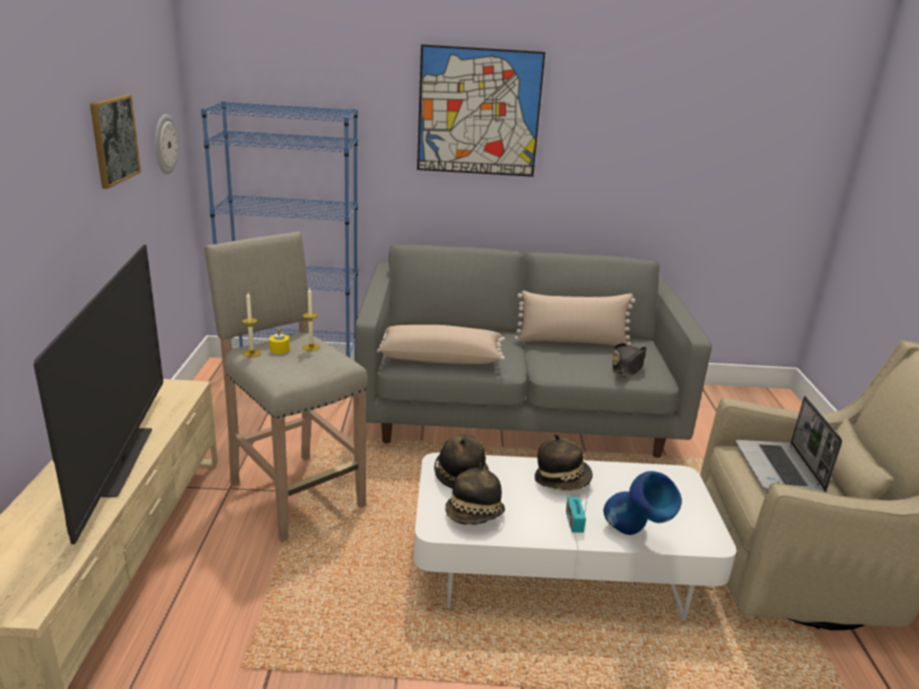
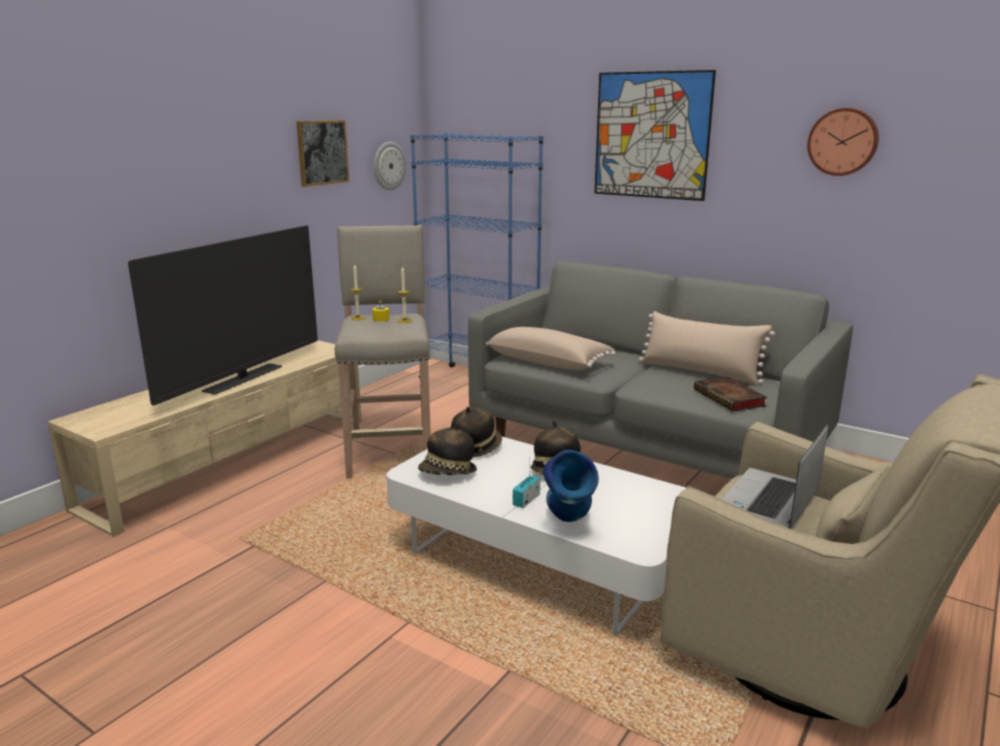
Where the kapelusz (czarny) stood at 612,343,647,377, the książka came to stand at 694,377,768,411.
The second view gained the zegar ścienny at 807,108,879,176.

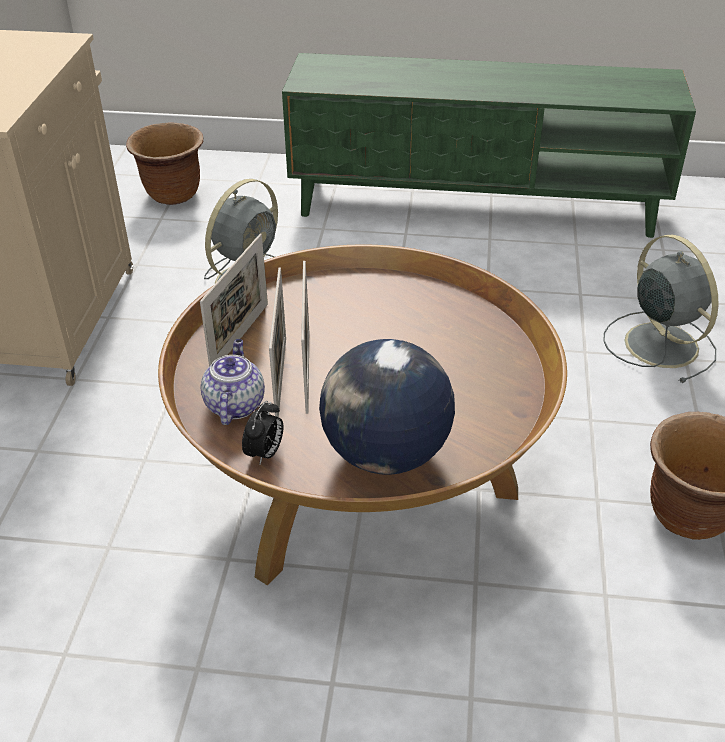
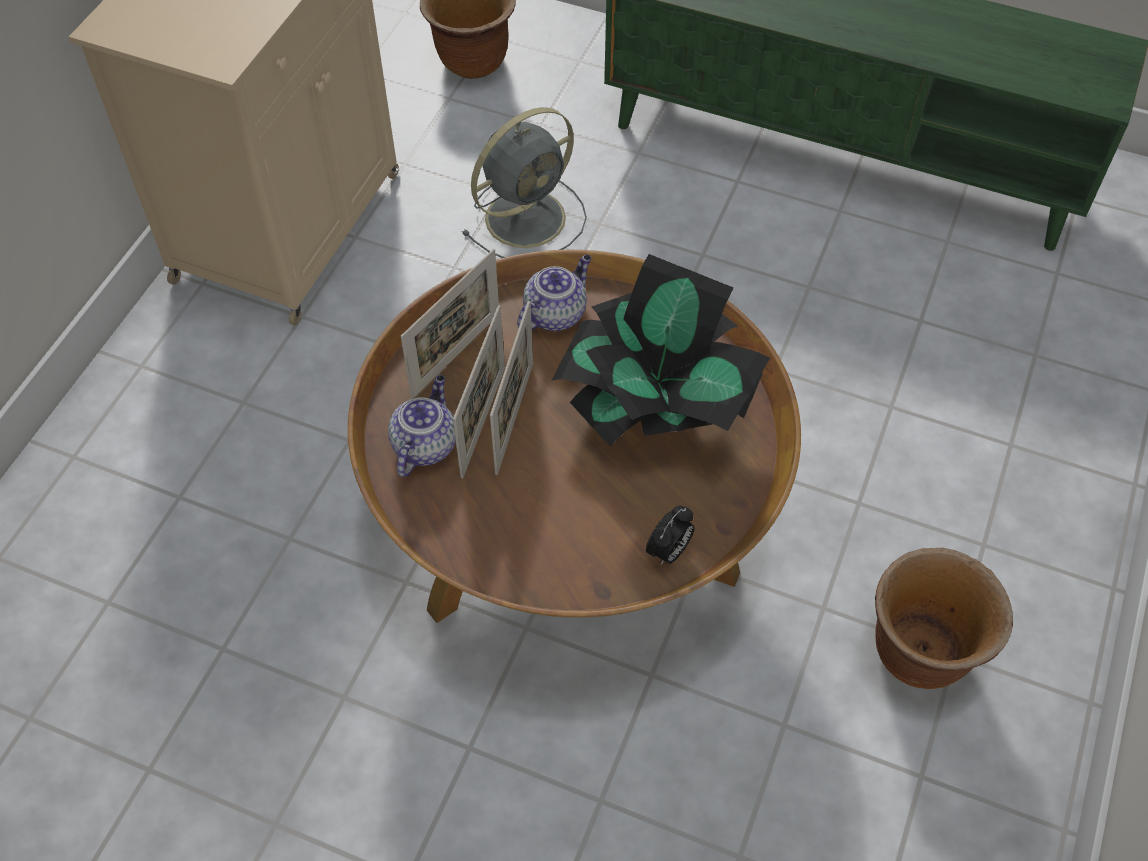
The second view gained the imbryk at 517,255,591,331.
The second view gained the roślina doniczkowa at 551,254,770,447.
The budzik ended up elsewhere, having gone from 242,401,283,464 to 646,506,695,565.
The second view lost the globus at 319,339,455,475.
The second view lost the wentylator (szary) at 603,235,719,383.

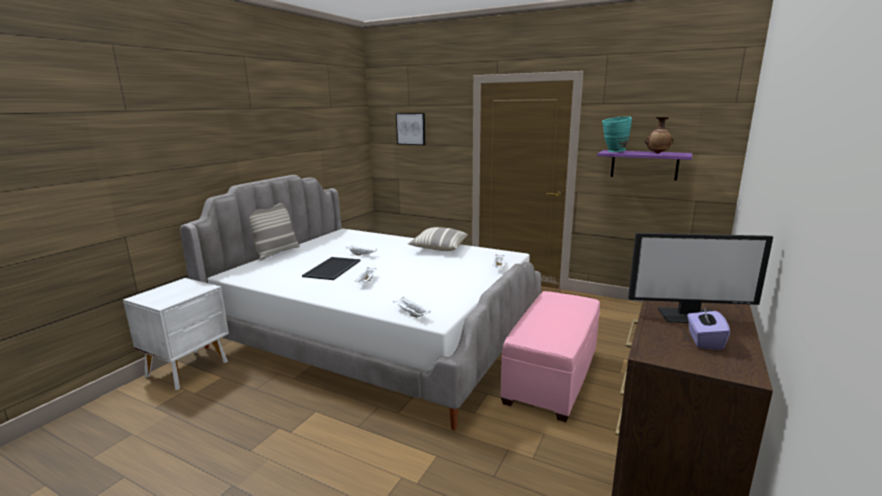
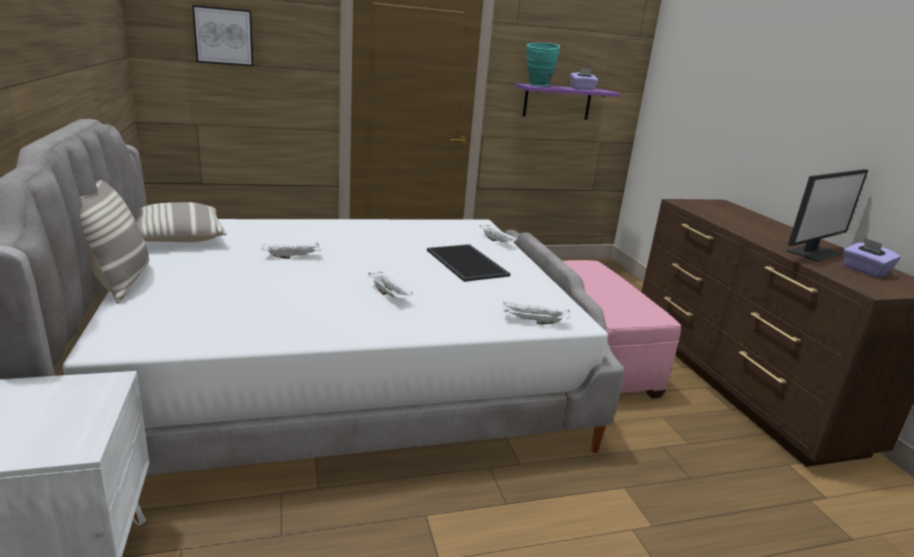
The poduszka ended up elsewhere, having gone from 408,227,468,251 to 134,202,227,242.
The taca ended up elsewhere, having gone from 302,257,361,280 to 427,244,511,282.
Where the wazon stood at 645,117,674,154, the pudełko chusteczek (fioletowy) came to stand at 570,68,598,90.

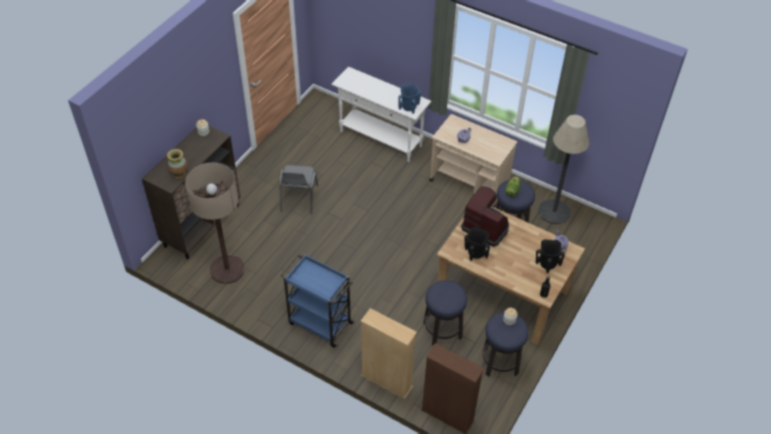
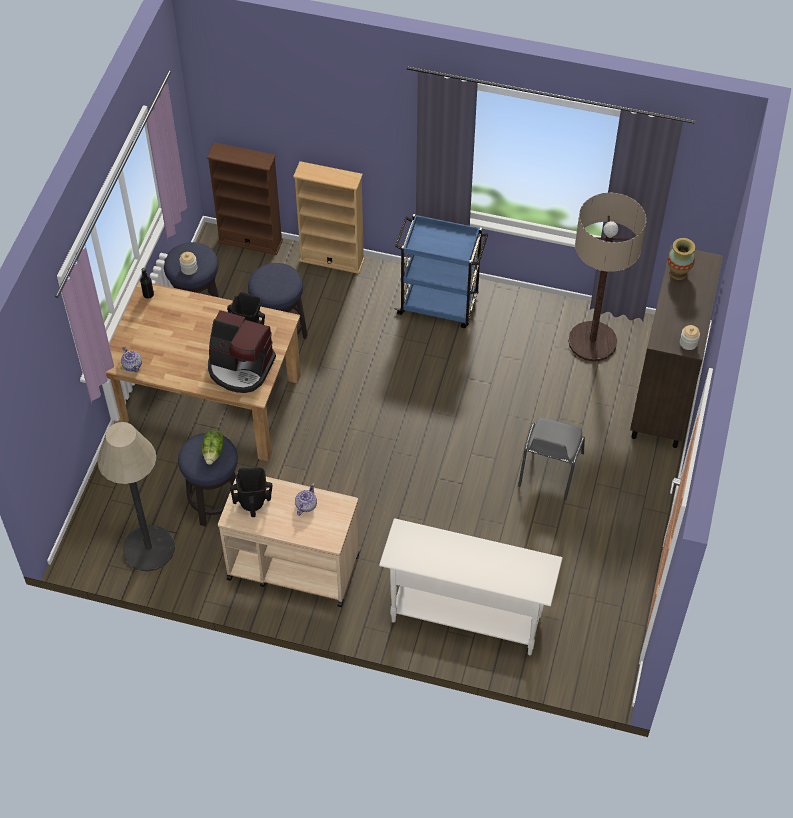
The wazon (czarny) ended up elsewhere, having gone from 536,239,565,273 to 230,467,272,517.
The krzesło (szary) at 279,165,318,214 ended up facing another way, 150 degrees counterclockwise from before.
The second view lost the wazon (niebieski) at 398,83,421,114.

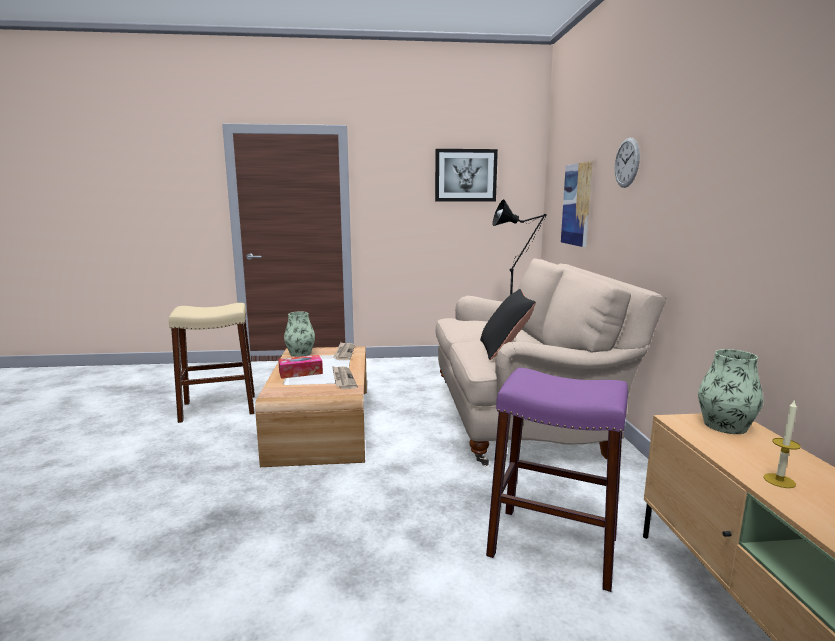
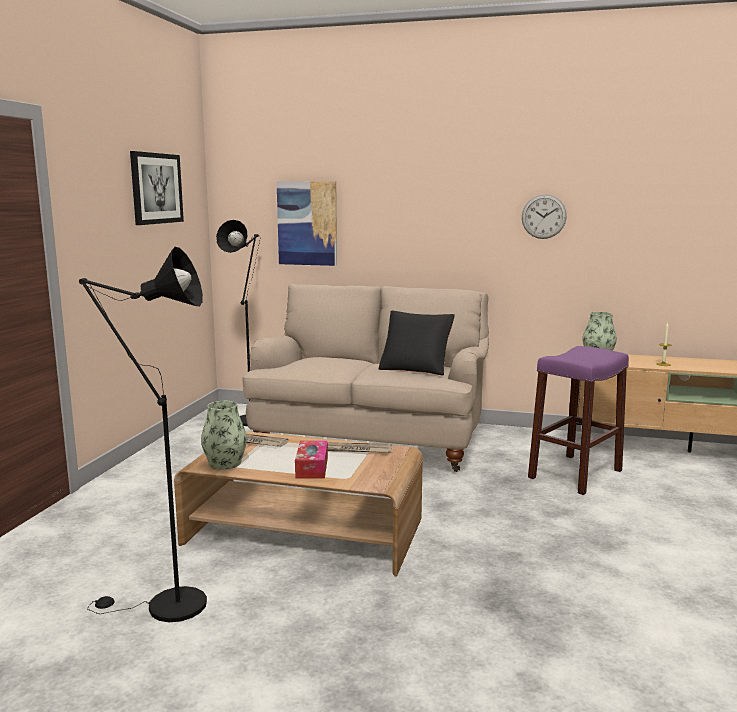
Where the stołek (beżowy) stood at 169,303,255,423, the lampa stojąca (czarny) came to stand at 79,247,207,622.
The zegar ścienny ended up elsewhere, having gone from 615,137,640,188 to 522,194,567,239.

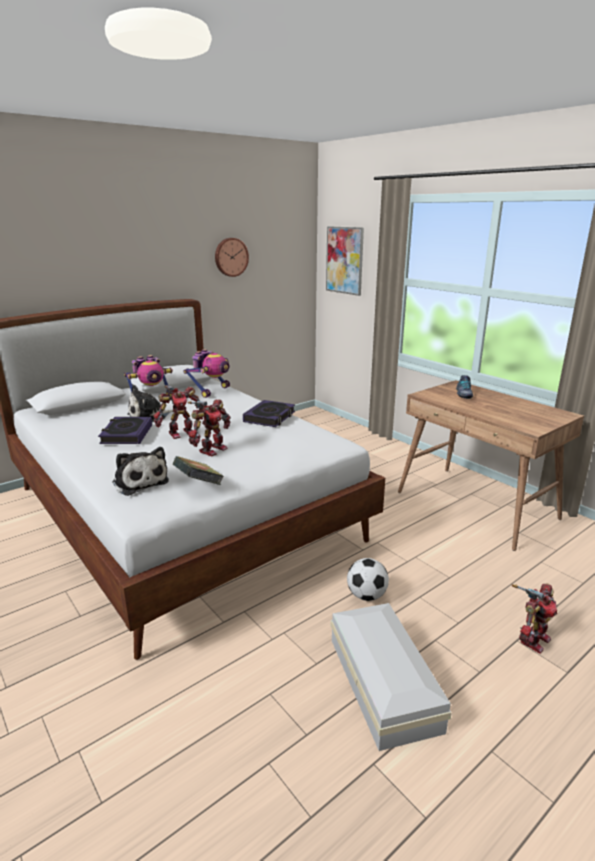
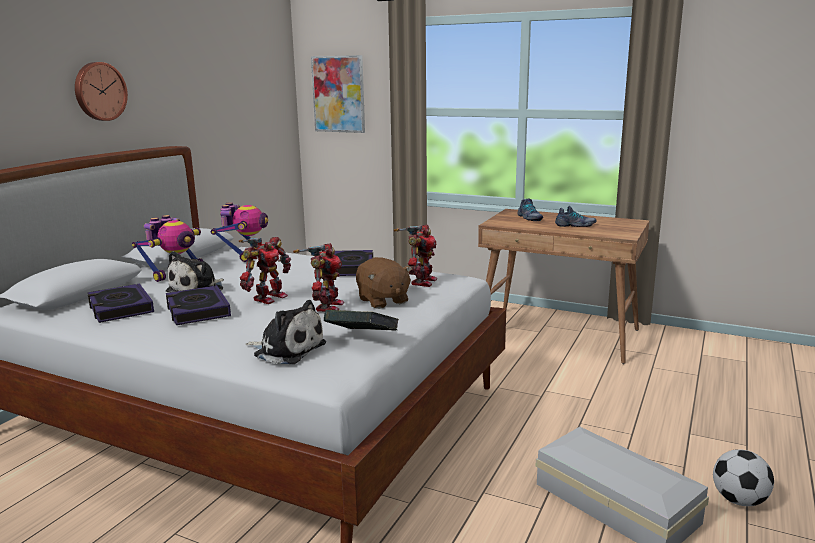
The zegar ścienny ended up elsewhere, having gone from 215,238,249,277 to 75,62,128,121.
The second view gained the książka at 88,284,154,323.
The second view gained the pluszak (brązowy) at 356,257,412,309.
The robot zabawkowy ended up elsewhere, having gone from 512,584,557,653 to 394,225,437,287.
The second view gained the but at 555,206,597,227.
The piłka futbolowa ended up elsewhere, having gone from 347,558,389,601 to 713,449,774,506.

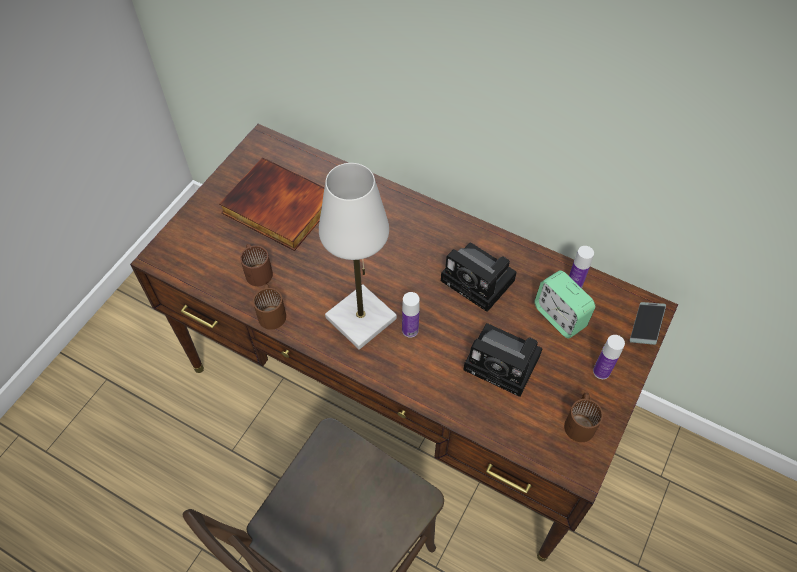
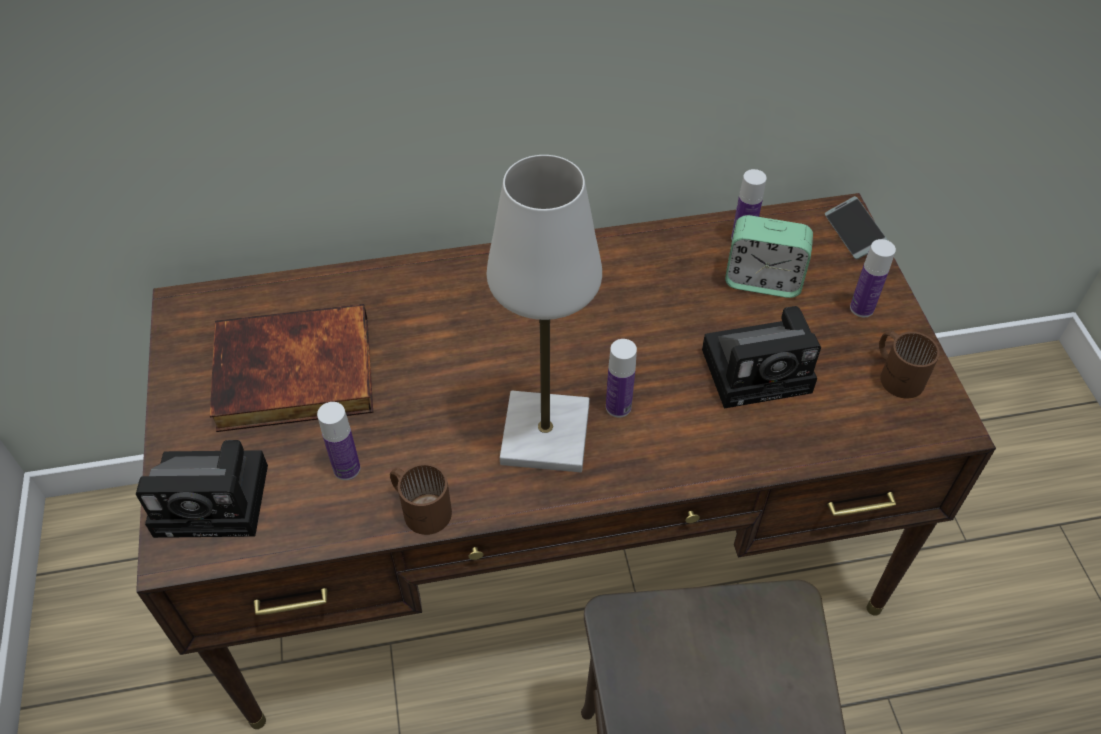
The aparat fotograficzny ended up elsewhere, having gone from 441,242,517,312 to 136,440,268,538.
Where the kubek (brązowy) stood at 240,244,273,286, the butelka came to stand at 317,402,360,480.

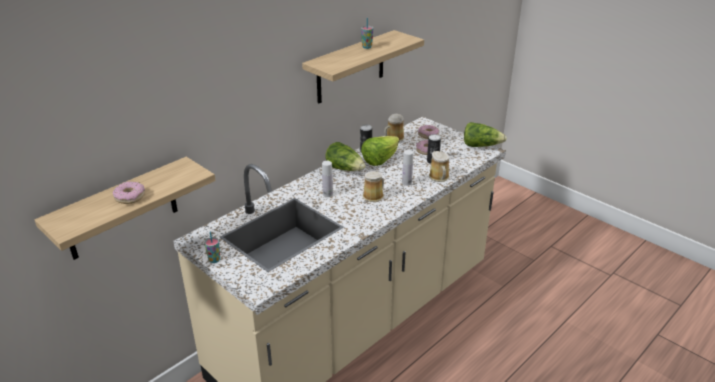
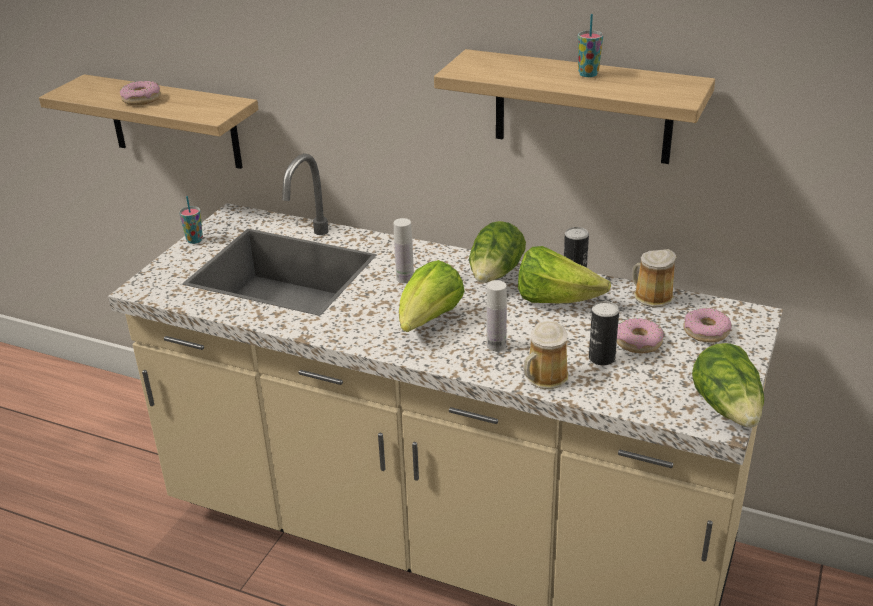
Where the kubek stood at 363,171,384,202, the sałata came to stand at 399,260,465,332.

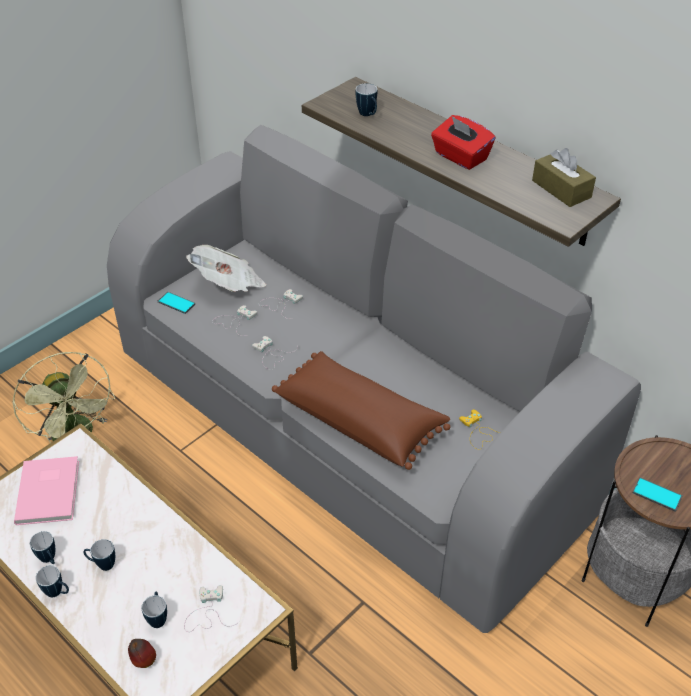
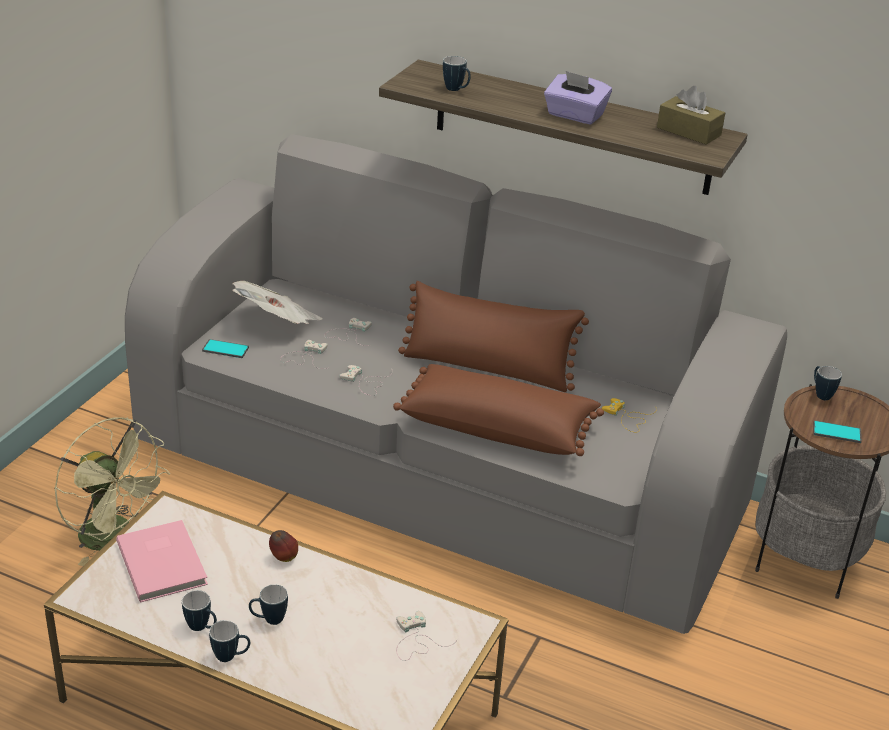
The jabłko ended up elsewhere, having gone from 128,639,156,668 to 269,530,298,562.
The second view gained the poduszka (brązowy) at 398,281,589,392.
What was the pudełko chusteczek (czerwony) at 431,115,495,170 turned into the pudełko chusteczek (fioletowy) at 544,71,612,124.
The kubek ended up elsewhere, having gone from 141,591,167,628 to 814,366,842,400.

